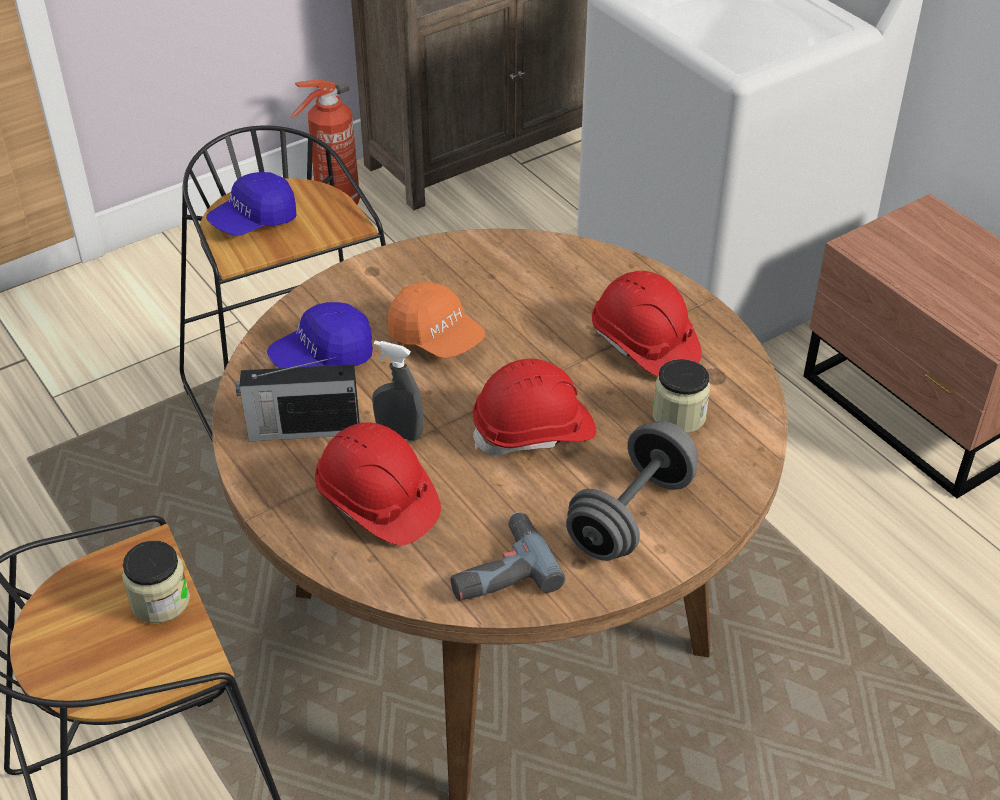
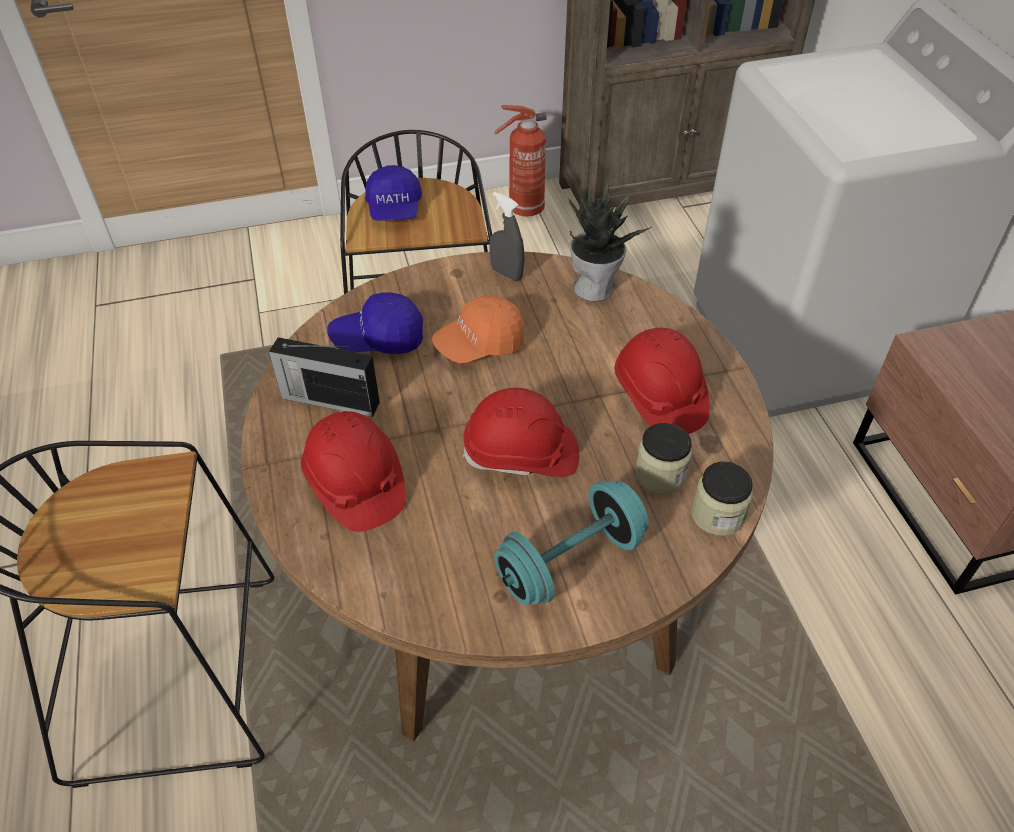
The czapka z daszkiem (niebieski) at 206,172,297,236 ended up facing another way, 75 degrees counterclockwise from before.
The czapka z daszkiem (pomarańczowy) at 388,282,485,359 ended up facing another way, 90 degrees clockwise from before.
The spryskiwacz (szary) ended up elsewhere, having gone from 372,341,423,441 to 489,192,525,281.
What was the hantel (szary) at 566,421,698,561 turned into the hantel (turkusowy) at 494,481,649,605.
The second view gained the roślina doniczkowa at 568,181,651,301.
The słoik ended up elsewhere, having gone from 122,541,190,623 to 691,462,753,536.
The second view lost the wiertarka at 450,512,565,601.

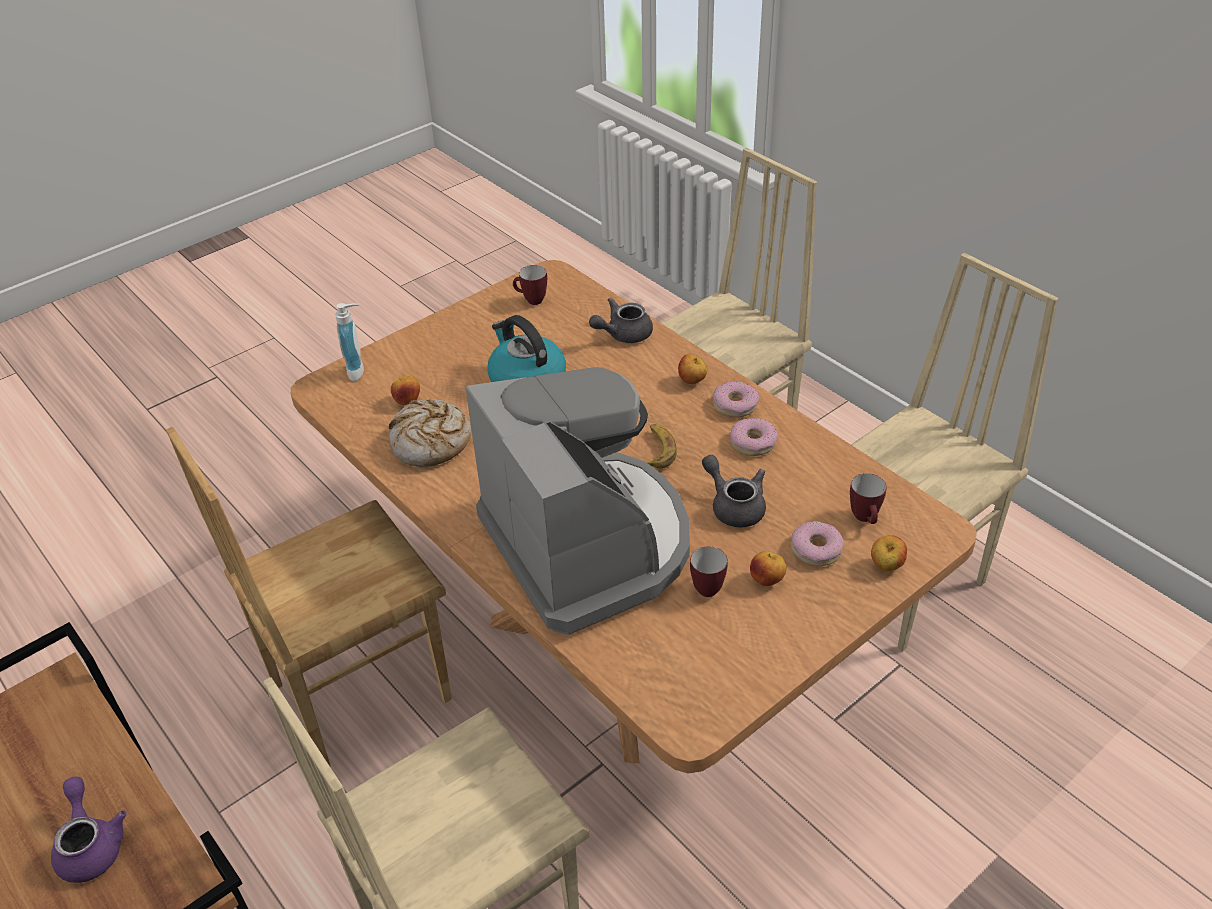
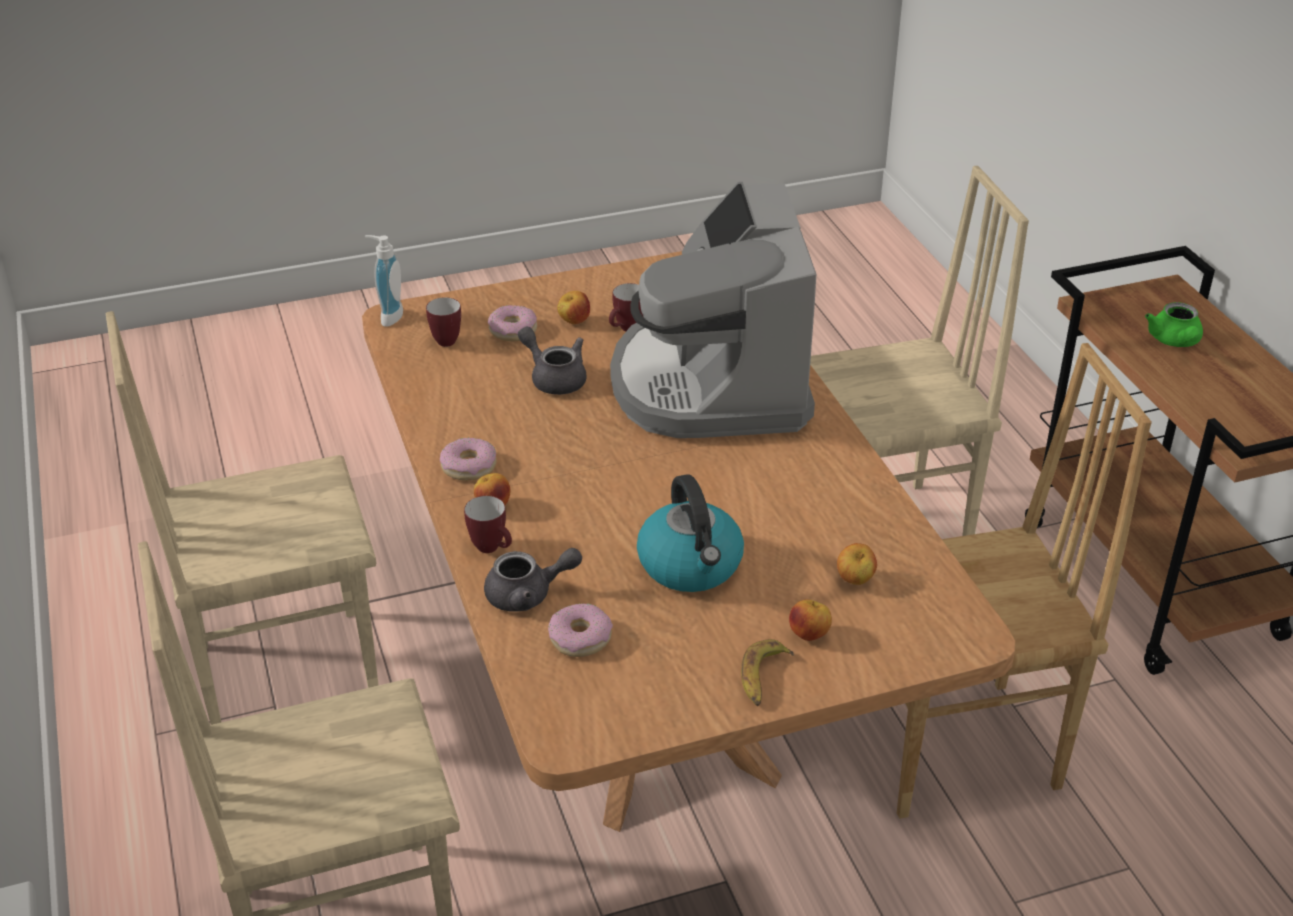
The dozownik mydła ended up elsewhere, having gone from 335,303,364,381 to 365,235,403,327.
The kubek ended up elsewhere, having gone from 513,265,547,305 to 464,496,512,553.
The imbryk (szary) at 702,455,766,527 ended up facing another way, 150 degrees clockwise from before.
The donut ended up elsewhere, having gone from 730,418,777,456 to 548,603,613,657.
The banan ended up elsewhere, having gone from 647,424,677,469 to 741,639,794,706.
The jabłko ended up elsewhere, having gone from 871,535,907,571 to 789,599,832,641.
What was the imbryk (fioletowy) at 51,777,127,883 turned into the imbryk (zielony) at 1145,302,1203,347.
The second view lost the chleb at 389,399,471,467.

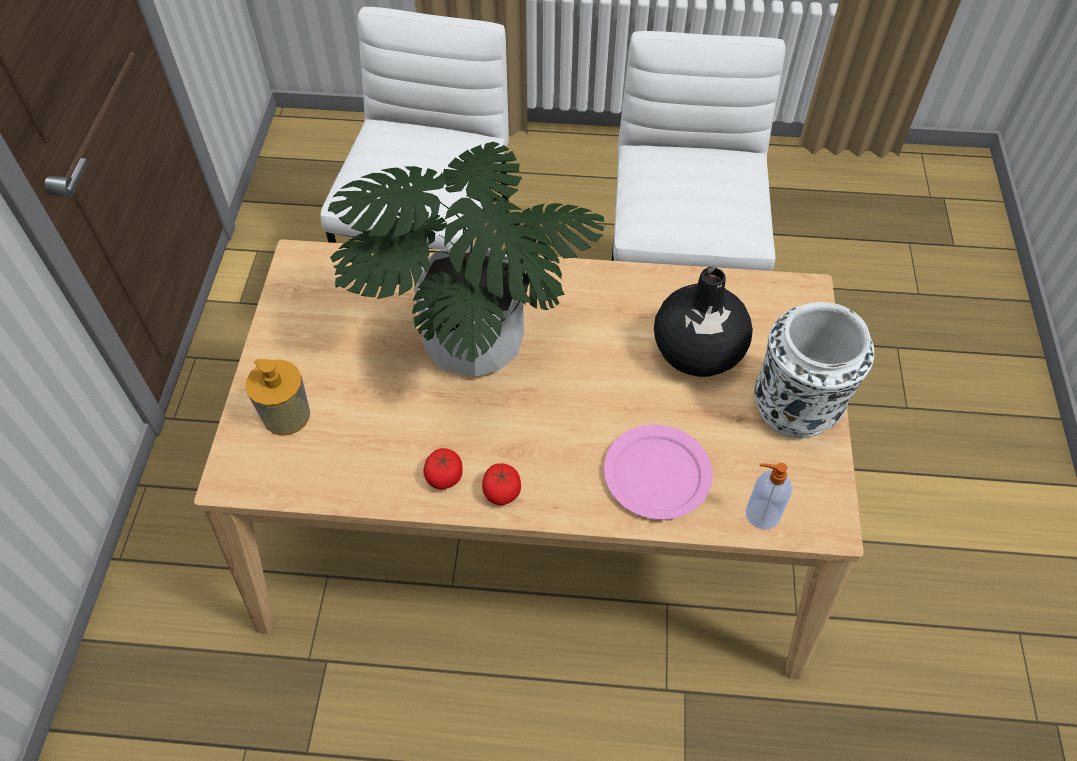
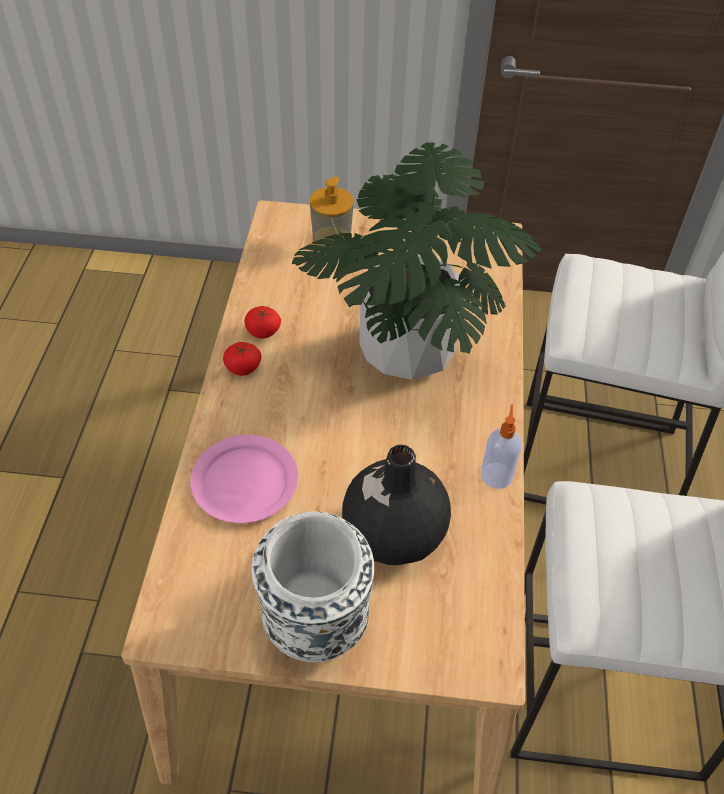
The dozownik mydła ended up elsewhere, having gone from 745,463,792,530 to 481,404,522,489.

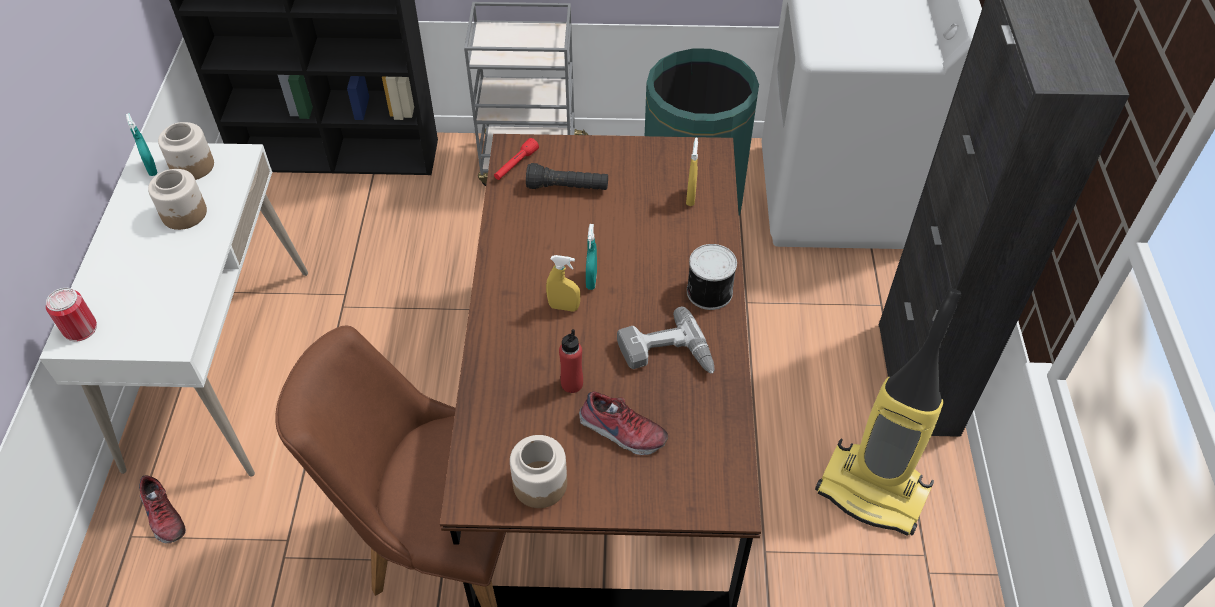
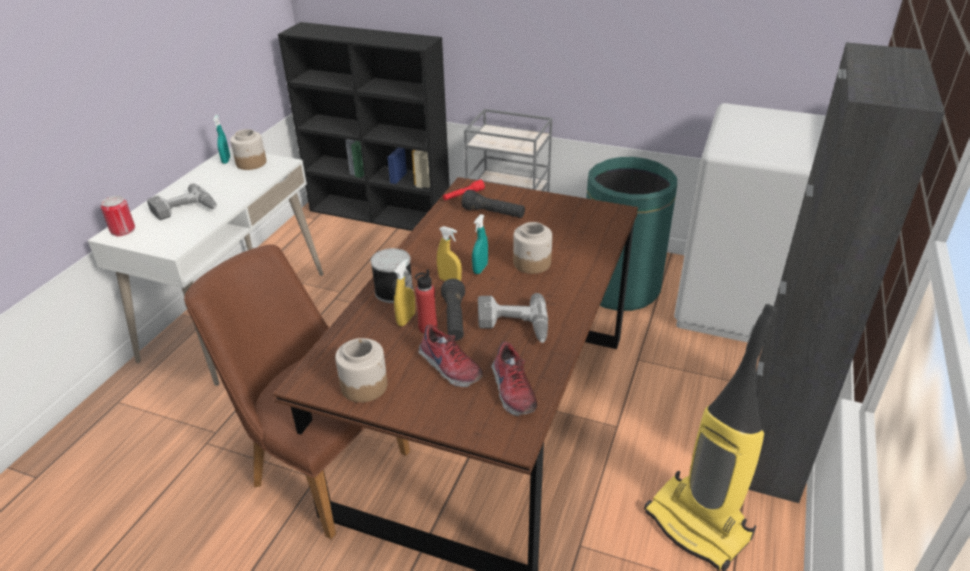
The second view gained the wiertarka at 147,184,217,220.
The puszka ended up elsewhere, having gone from 687,244,737,310 to 371,248,413,303.
The spryskiwacz (żółty) ended up elsewhere, having gone from 686,137,698,206 to 394,259,415,326.
The second view gained the latarka (czarny) at 441,279,465,341.
The but ended up elsewhere, having gone from 139,475,186,543 to 491,342,537,416.
The słoik ended up elsewhere, having gone from 148,169,207,230 to 513,222,552,274.

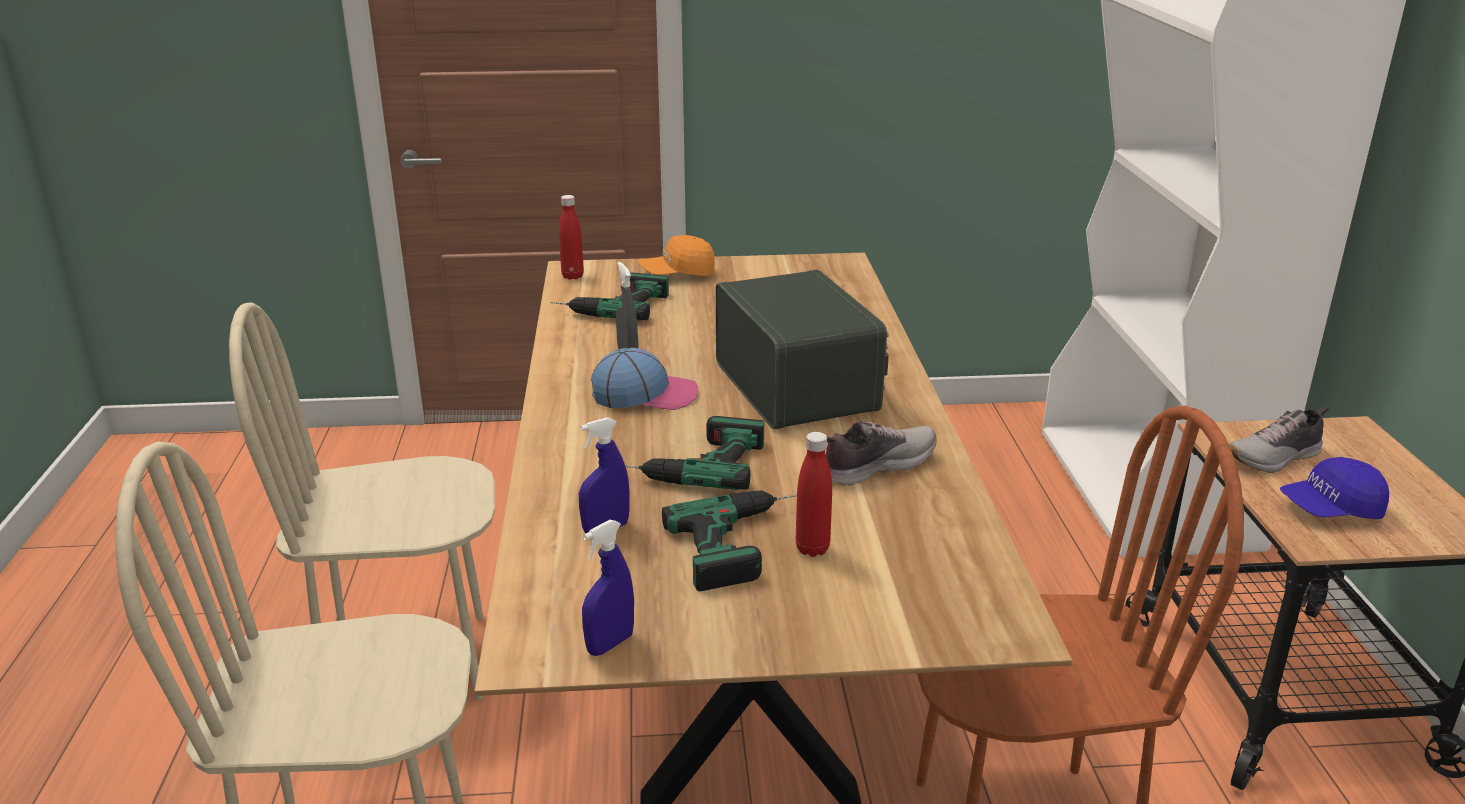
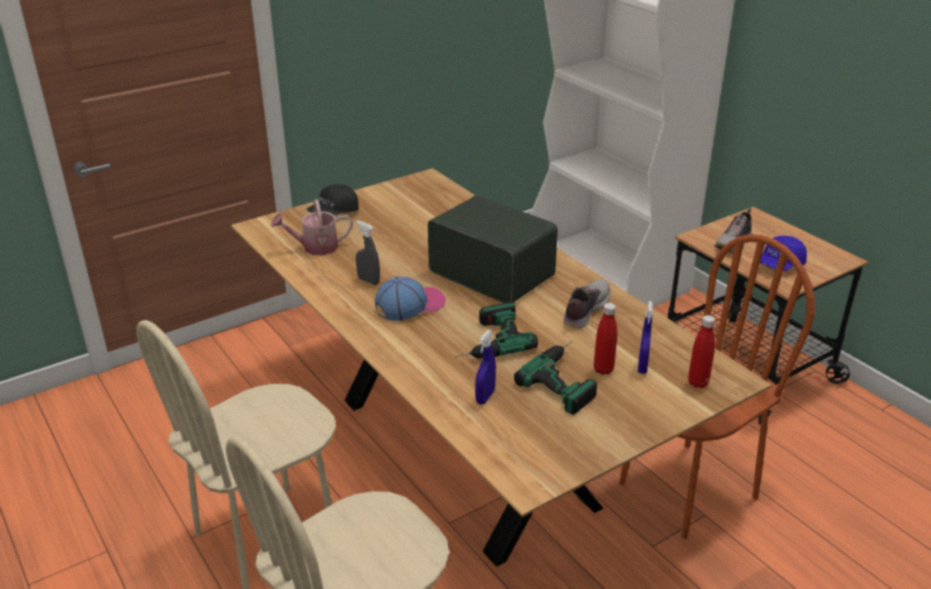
Where the wiertarka stood at 551,273,669,321, the konewka came to stand at 271,199,353,255.
What was the czapka z daszkiem (pomarańczowy) at 638,235,715,276 turned into the czapka z daszkiem (czarny) at 306,184,359,215.
The spryskiwacz (niebieski) ended up elsewhere, having gone from 582,520,634,656 to 638,301,653,374.
The butelka (czerwony) ended up elsewhere, having gone from 559,195,584,280 to 688,315,715,388.

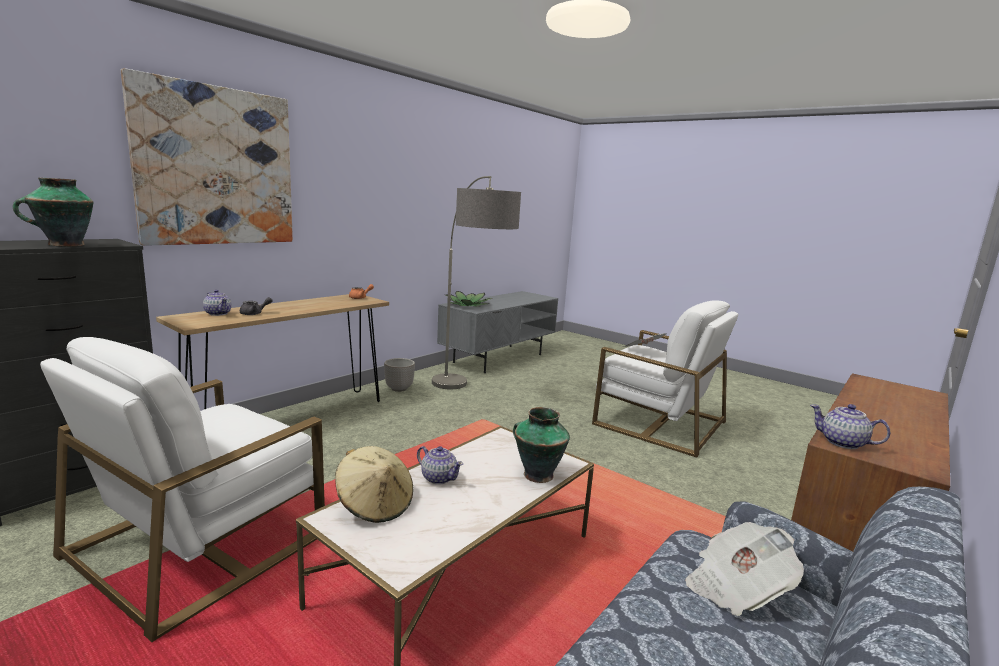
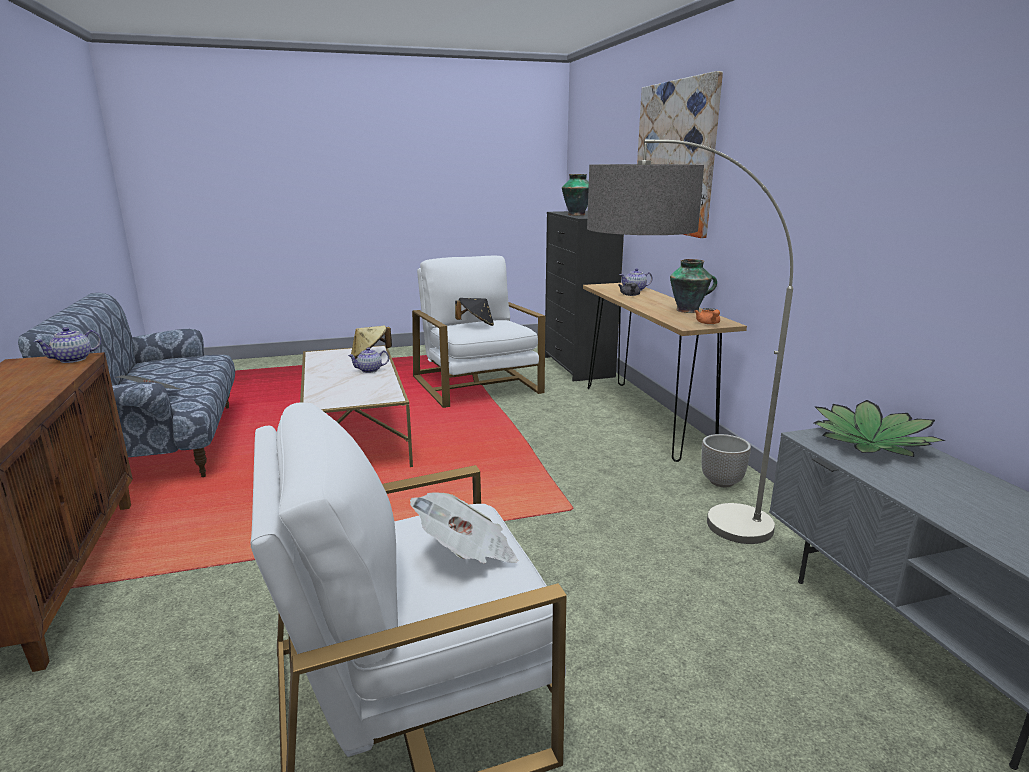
The imbryk at 810,404,890,449 ended up facing another way, 150 degrees clockwise from before.
The second view gained the kapelusz (czarny) at 455,298,494,326.
The wazon ended up elsewhere, having gone from 513,407,570,483 to 670,259,717,313.

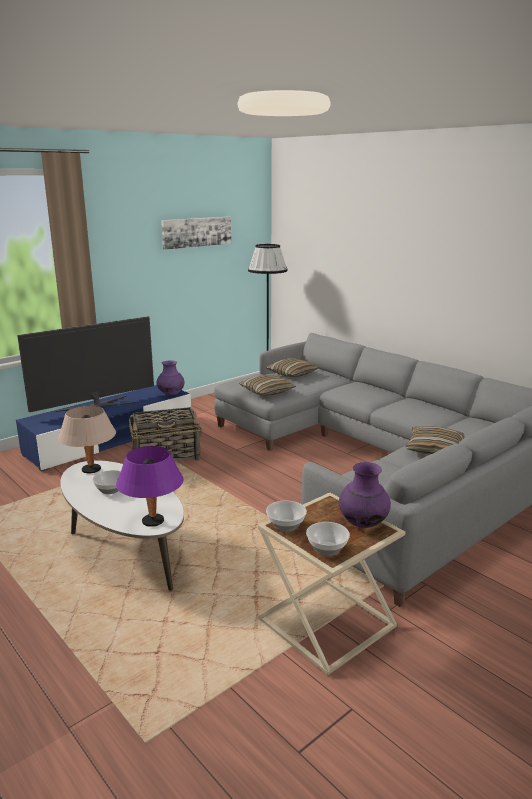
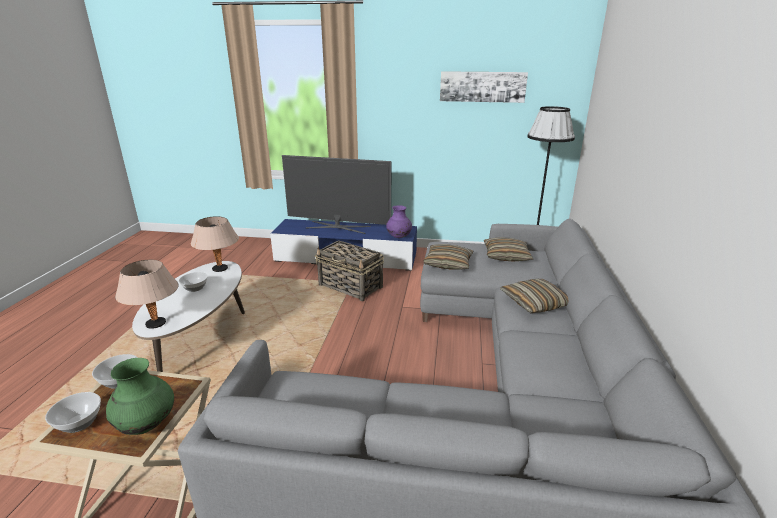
What was the wazon (fioletowy) at 339,462,391,528 turned into the wazon (zielony) at 106,358,174,435.
What was the lampa stołowa (fioletowy) at 116,446,183,527 turned into the lampa stołowa (beżowy) at 115,260,179,329.
The poduszka ended up elsewhere, having gone from 405,426,465,455 to 500,279,568,313.

